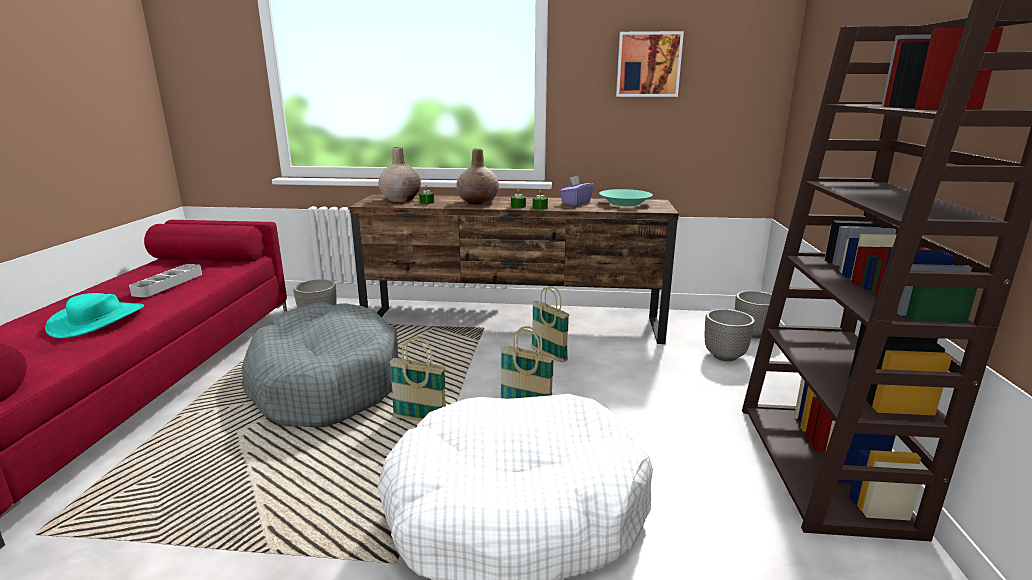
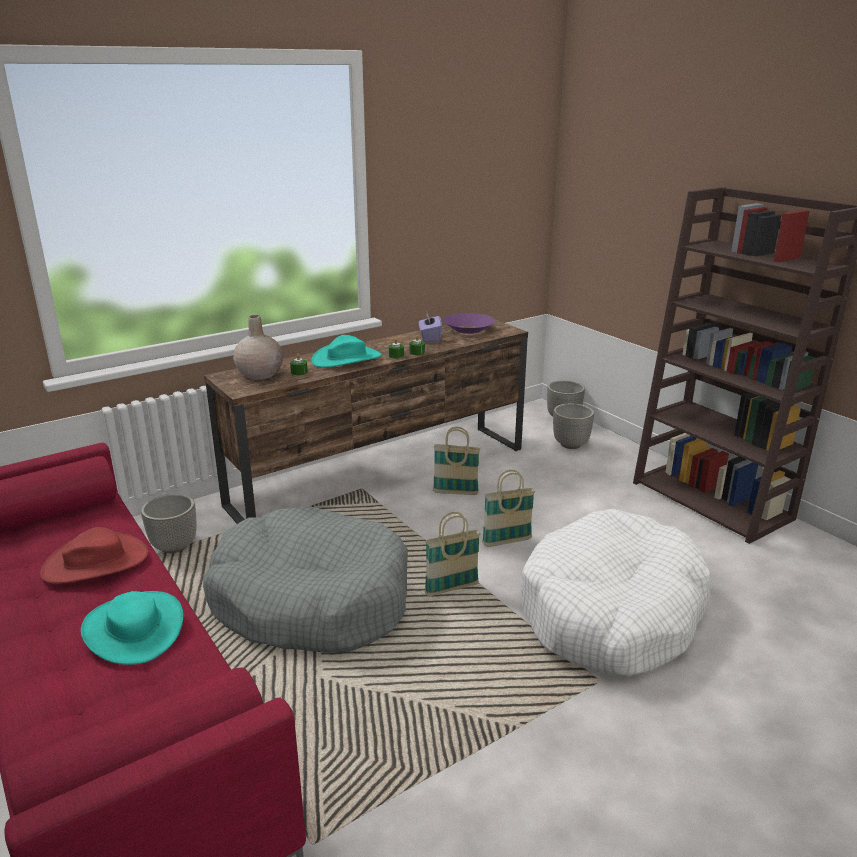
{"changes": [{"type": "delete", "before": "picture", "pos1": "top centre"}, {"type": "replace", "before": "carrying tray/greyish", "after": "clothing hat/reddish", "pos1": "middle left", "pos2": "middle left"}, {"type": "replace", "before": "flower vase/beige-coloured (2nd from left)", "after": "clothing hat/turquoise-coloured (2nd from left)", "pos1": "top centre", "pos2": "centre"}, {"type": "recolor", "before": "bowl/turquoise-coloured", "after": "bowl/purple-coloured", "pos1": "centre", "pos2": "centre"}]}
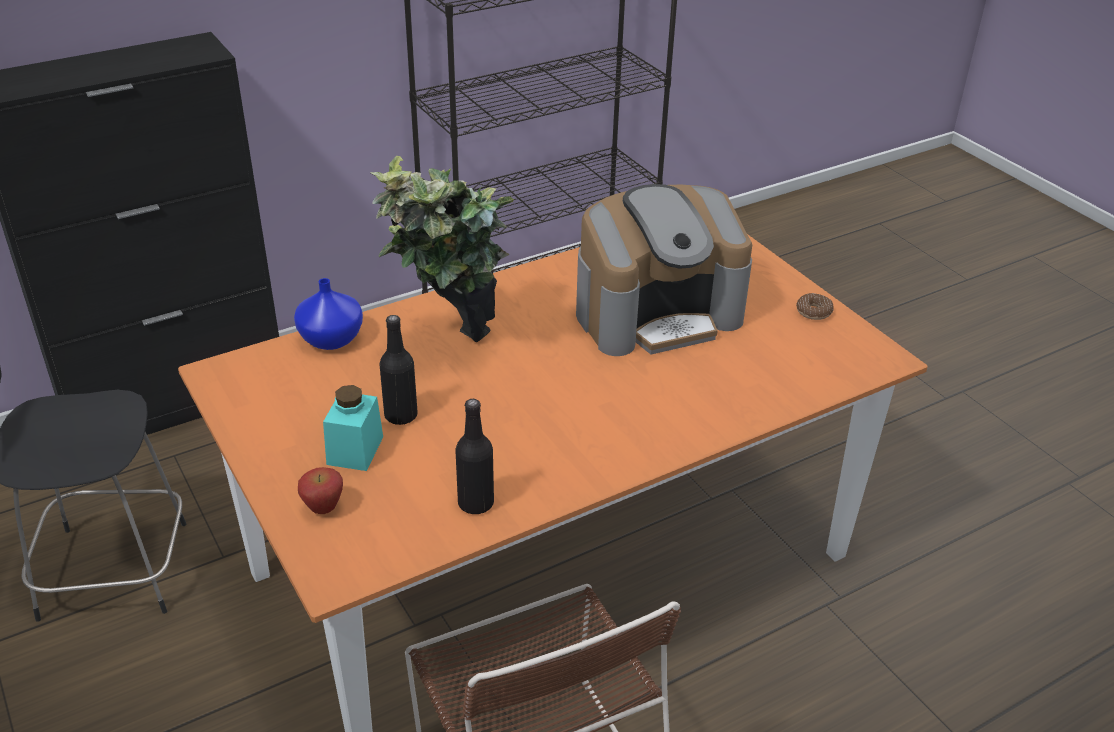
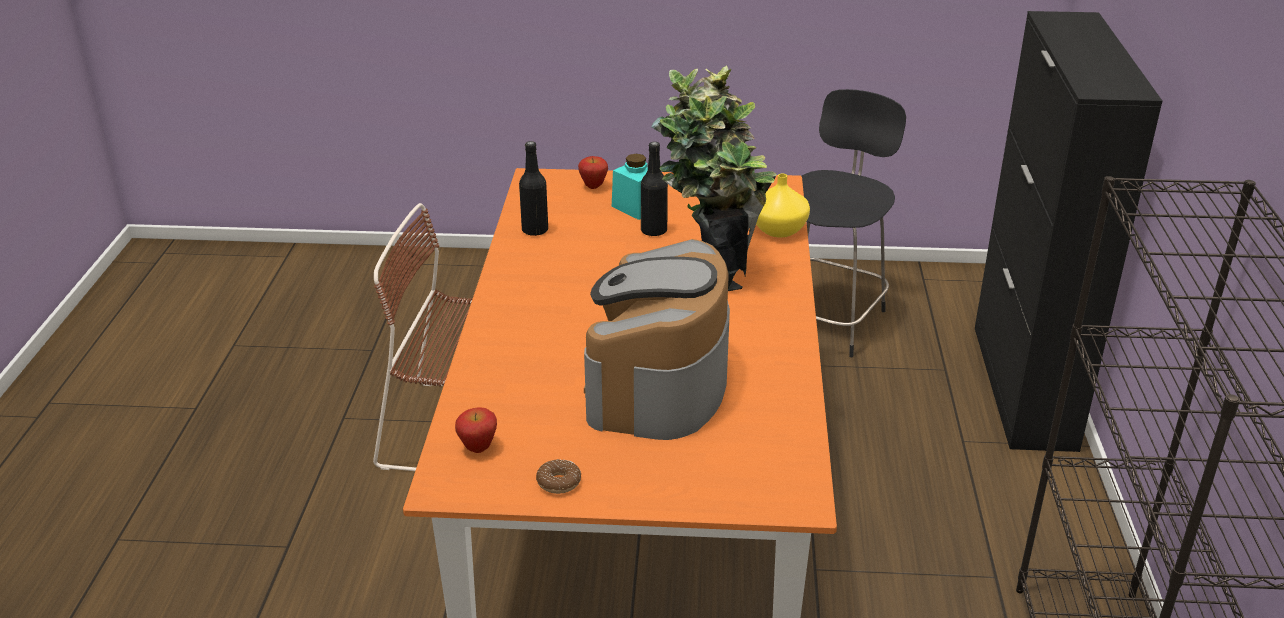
{"changes": [{"type": "insert", "after": "apple fruit (1st from left)", "pos2": "bottom centre"}, {"type": "recolor", "before": "flower vase/blue", "after": "flower vase/yellow", "pos1": "middle left", "pos2": "top centre"}]}
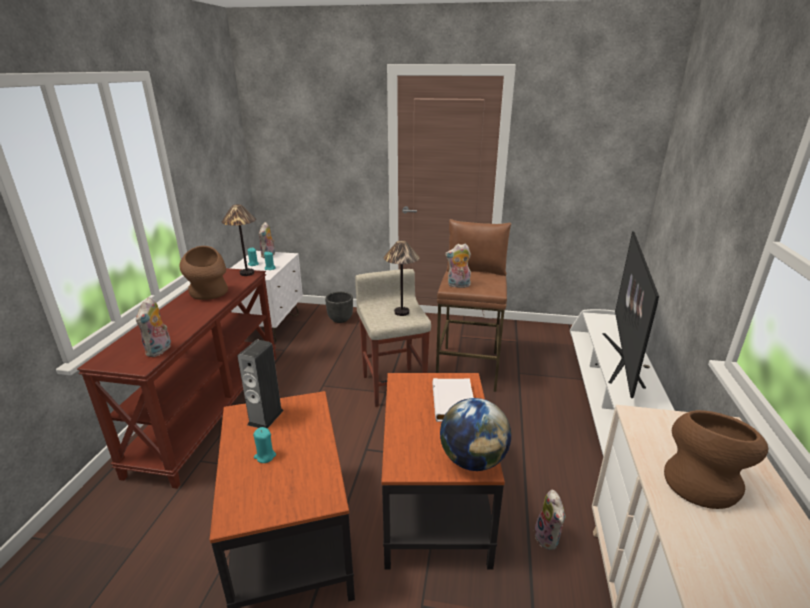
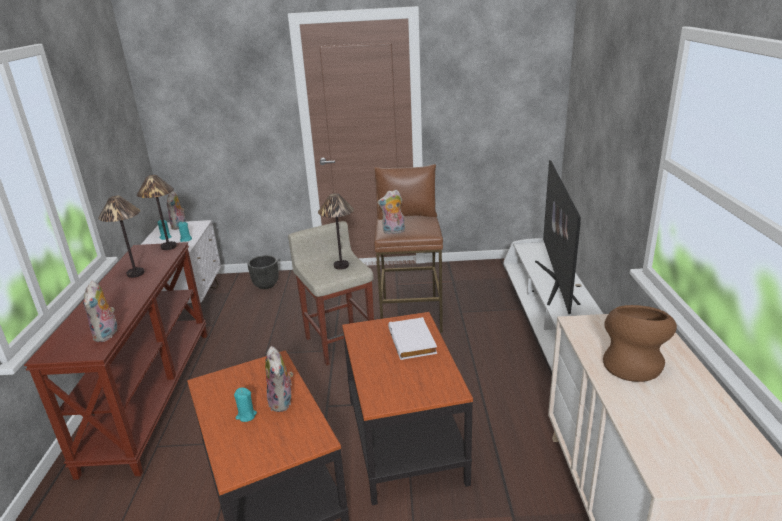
{"changes": [{"type": "delete", "before": "audio speaker", "pos1": "middle left"}, {"type": "delete", "before": "globe", "pos1": "bottom centre"}, {"type": "move", "before": "soft toy (4th from left in the first image)", "after": "soft toy (3rd from left)", "pos1": "bottom right", "pos2": "bottom centre"}, {"type": "replace", "before": "flower vase/brown (1st from left)", "after": "lamp for a table (1st from left)", "pos1": "middle left", "pos2": "middle left"}]}
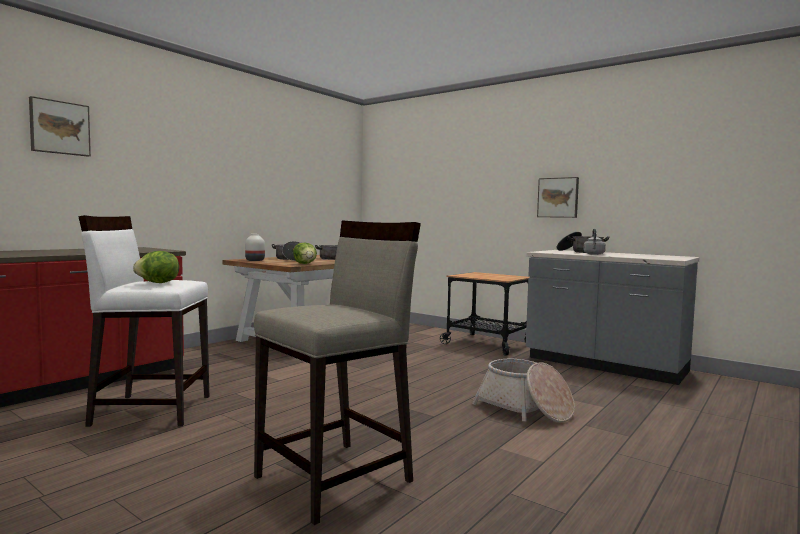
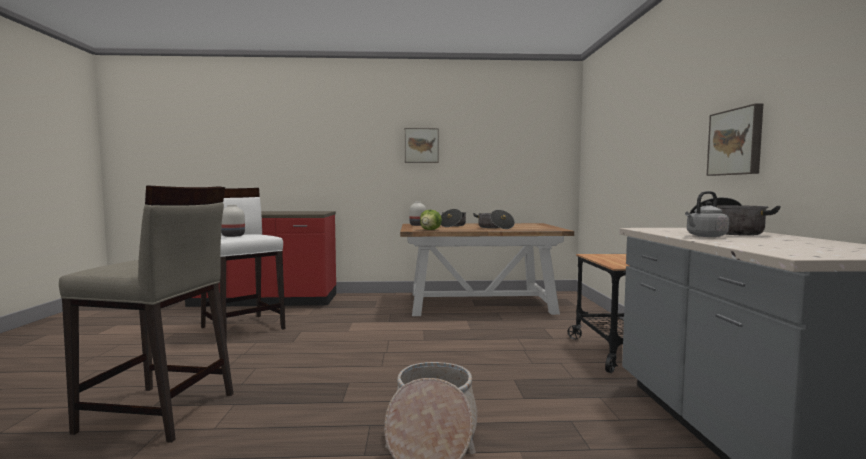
{"changes": [{"type": "move", "before": "picture (1st from left)", "pos1": "top left", "pos2": "top centre"}, {"type": "replace", "before": "lettuce (1st from left)", "after": "flower vase/white (1st from left)", "pos1": "middle left", "pos2": "middle left"}]}
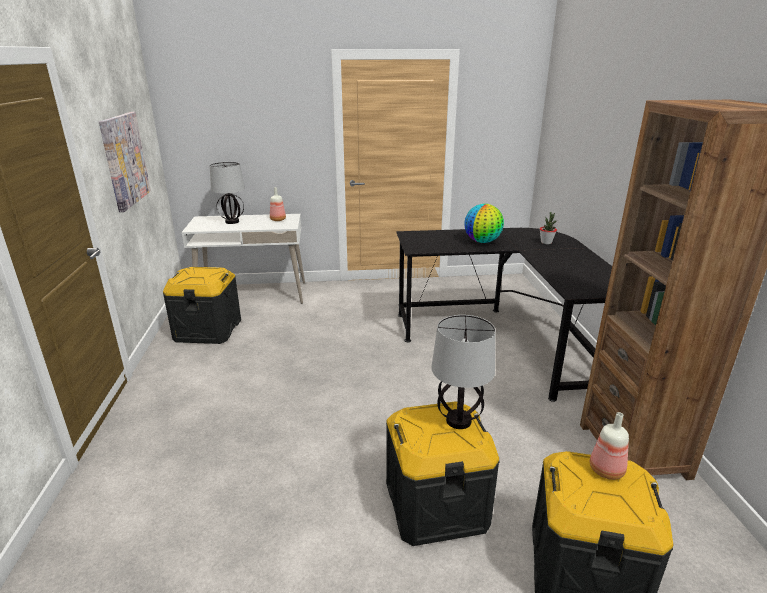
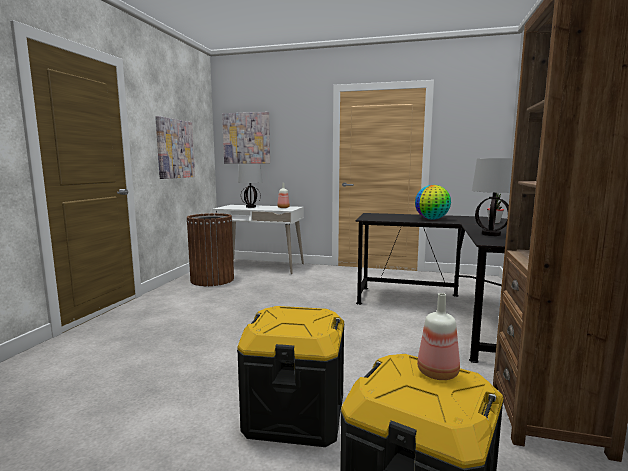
{"changes": [{"type": "insert", "after": "picture (2nd from left)", "pos2": "top centre"}, {"type": "move", "before": "lamp for a table (2nd from left)", "pos1": "centre", "pos2": "middle right"}, {"type": "replace", "before": "storage bin/black-coloured (1st from left)", "after": "trash can/brown", "pos1": "middle left", "pos2": "centre"}]}
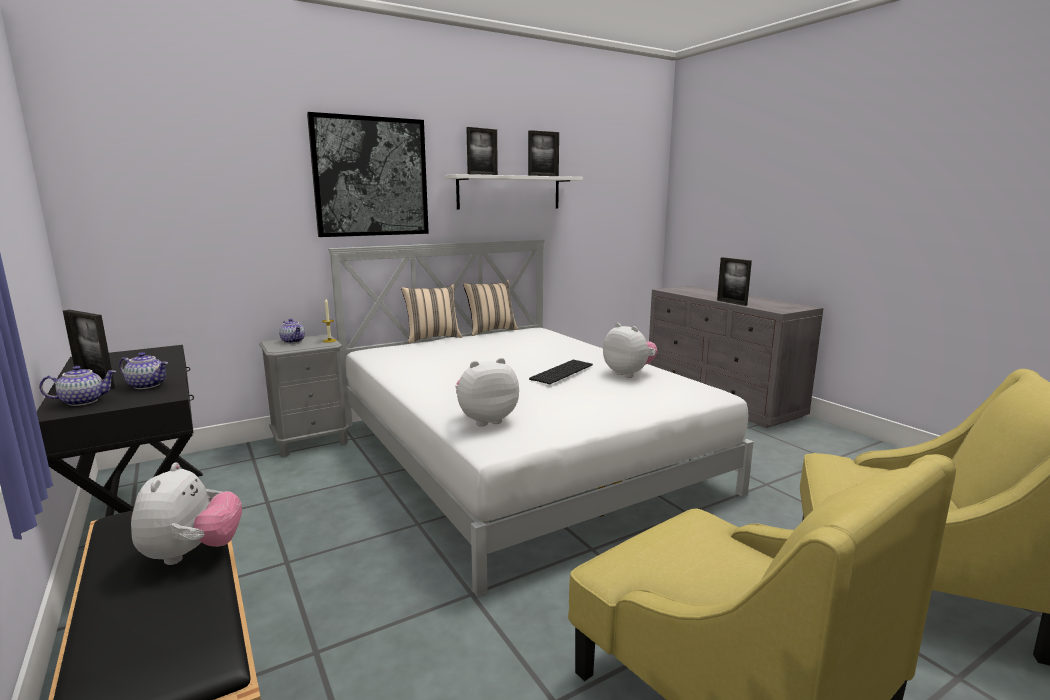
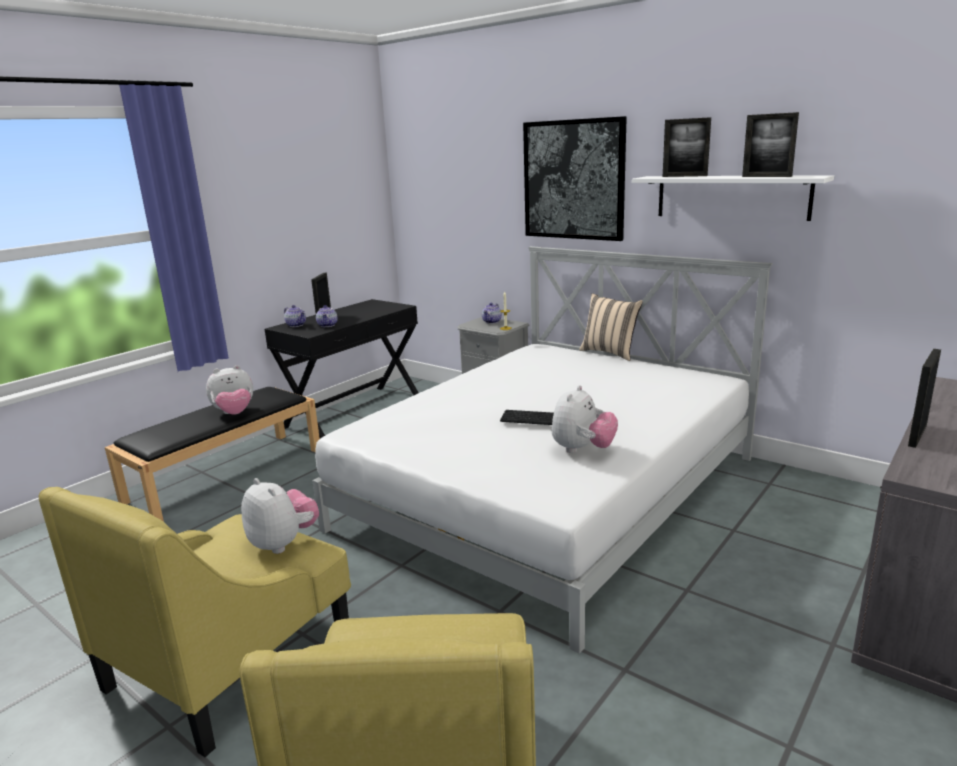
{"changes": [{"type": "delete", "before": "pillow/beige-coloured (2nd from left)", "pos1": "centre"}, {"type": "move", "before": "soft toy (2nd from left)", "pos1": "centre", "pos2": "bottom left"}]}
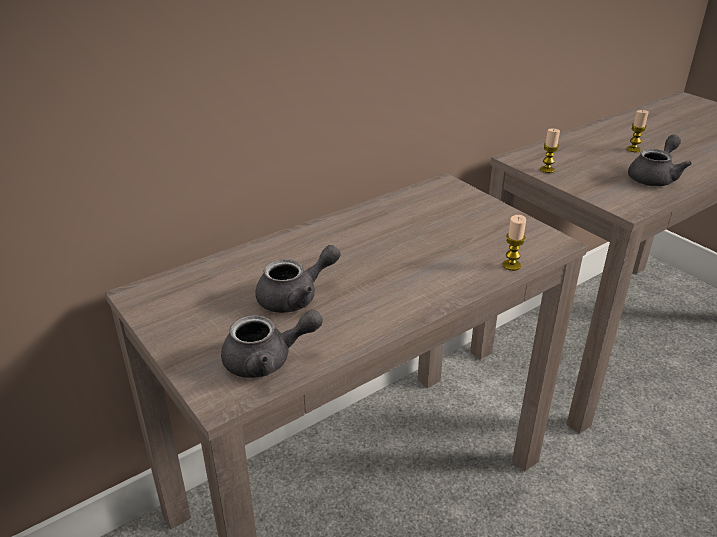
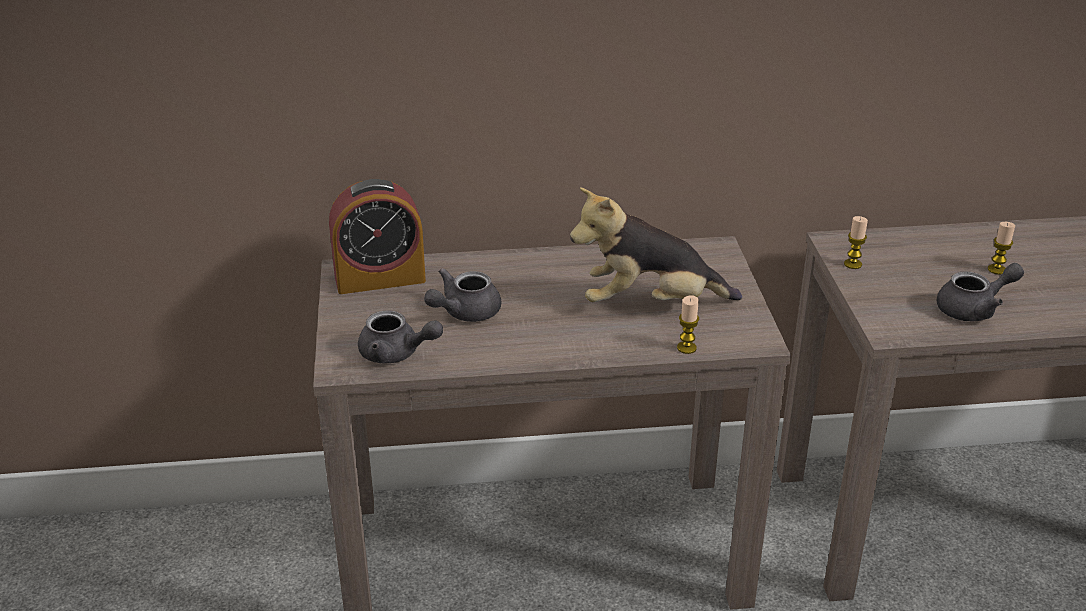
{"changes": [{"type": "insert", "after": "bedside clock", "pos2": "centre"}, {"type": "insert", "after": "soft toy", "pos2": "centre"}, {"type": "rotate", "before": "tea pot/greyish (2nd from left)", "pos1": "centre", "pos2": "centre", "turn": 135}]}
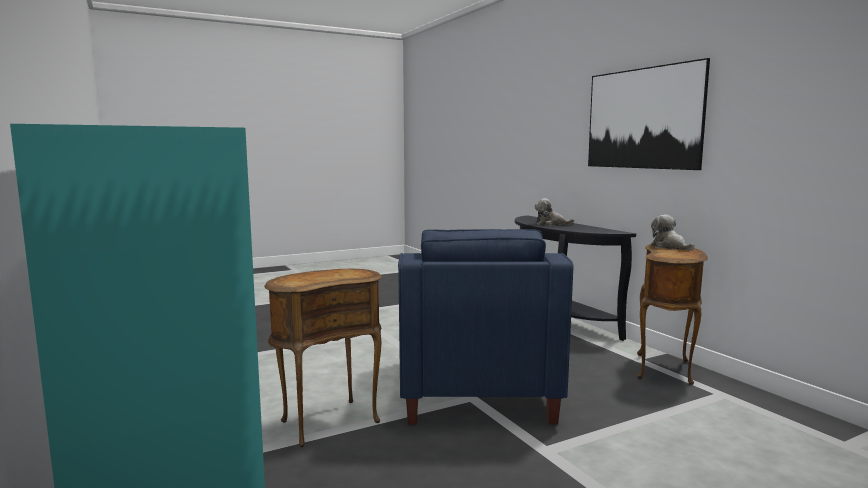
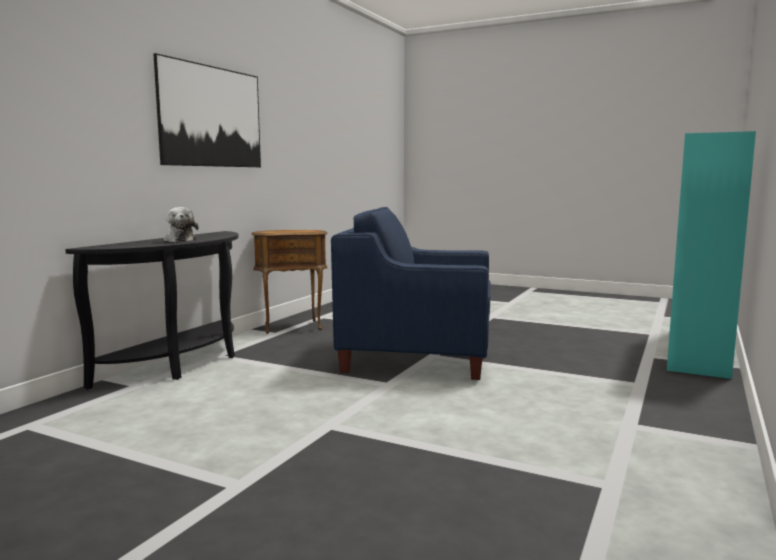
{"changes": [{"type": "delete", "before": "side table/brown (1st from left)", "pos1": "bottom centre"}, {"type": "delete", "before": "soft toy (2nd from left)", "pos1": "middle right"}, {"type": "rotate", "before": "easy chair/blue", "pos1": "bottom centre", "pos2": "centre", "turn": -135}]}
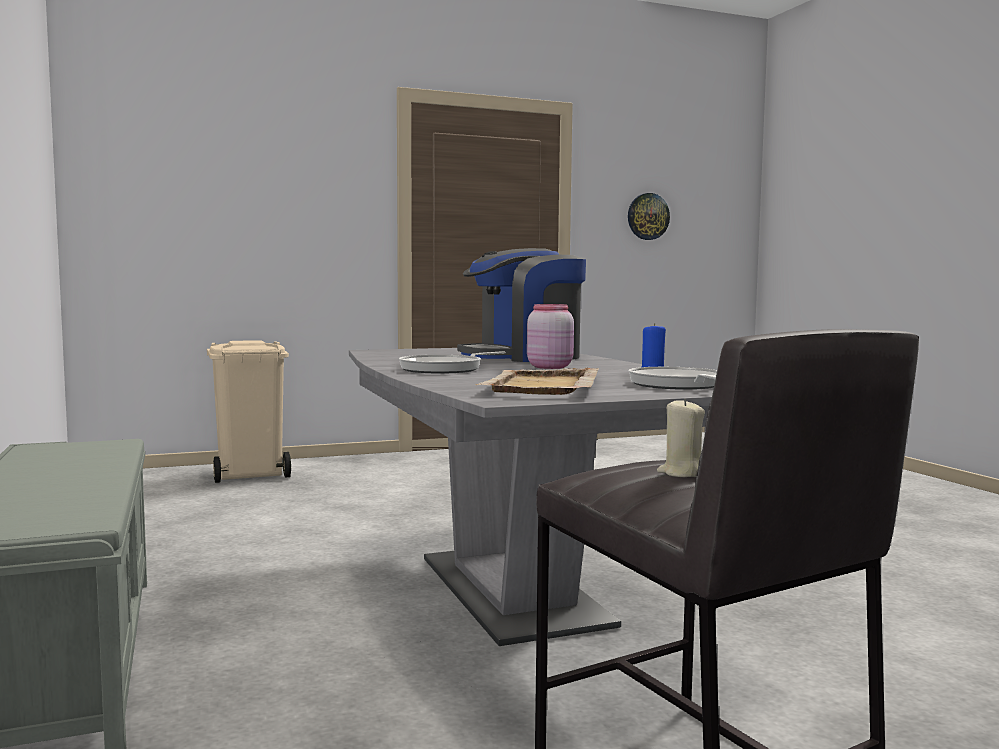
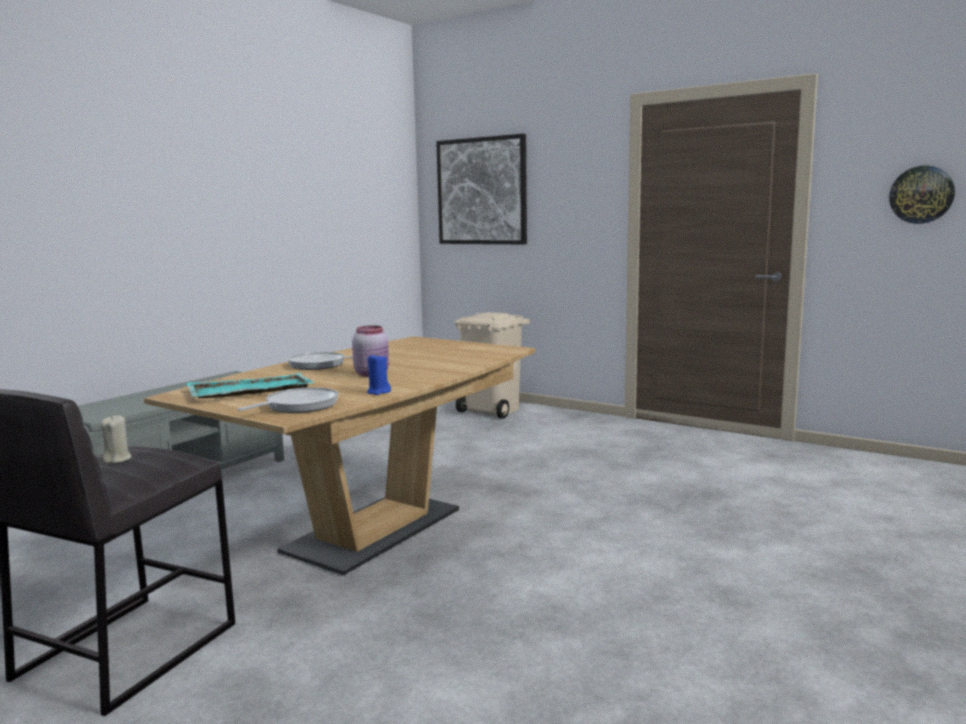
{"changes": [{"type": "delete", "before": "coffee maker", "pos1": "centre"}, {"type": "insert", "after": "picture", "pos2": "top centre"}, {"type": "recolor", "before": "kitchen table/greyish", "after": "kitchen table/brown", "pos1": "centre", "pos2": "centre"}, {"type": "recolor", "before": "carrying tray/beige-coloured", "after": "carrying tray/turquoise-coloured", "pos1": "centre", "pos2": "middle left"}]}
